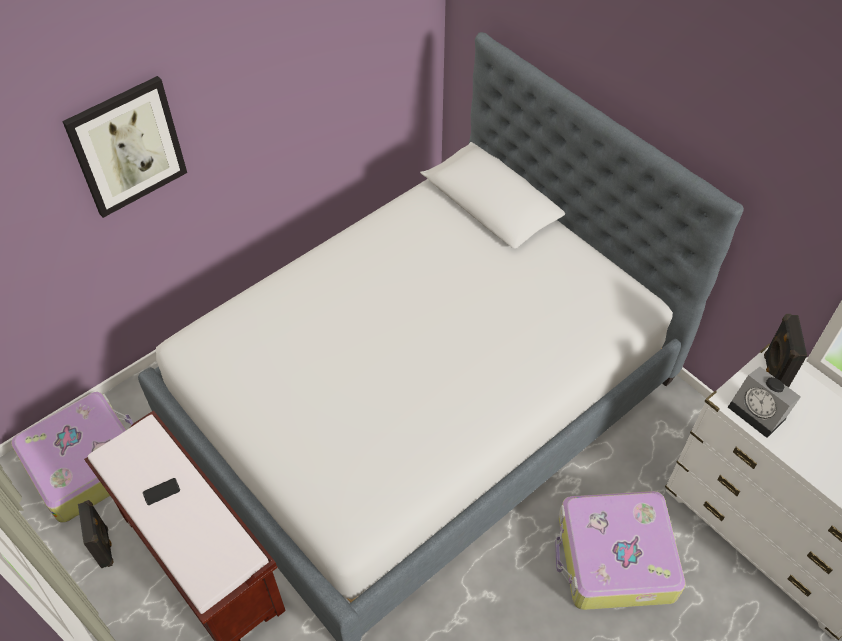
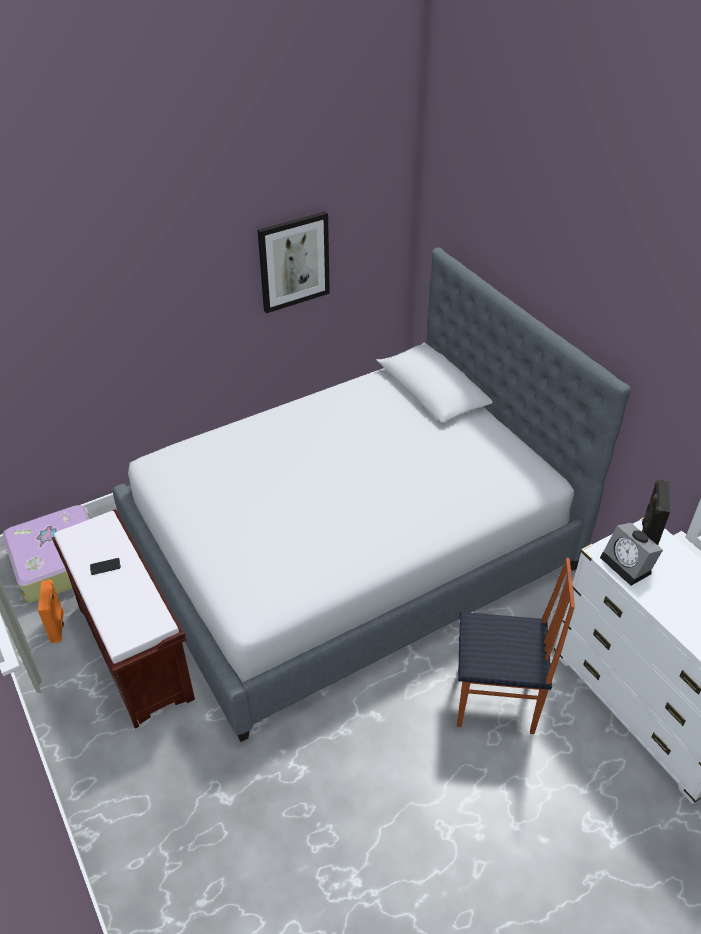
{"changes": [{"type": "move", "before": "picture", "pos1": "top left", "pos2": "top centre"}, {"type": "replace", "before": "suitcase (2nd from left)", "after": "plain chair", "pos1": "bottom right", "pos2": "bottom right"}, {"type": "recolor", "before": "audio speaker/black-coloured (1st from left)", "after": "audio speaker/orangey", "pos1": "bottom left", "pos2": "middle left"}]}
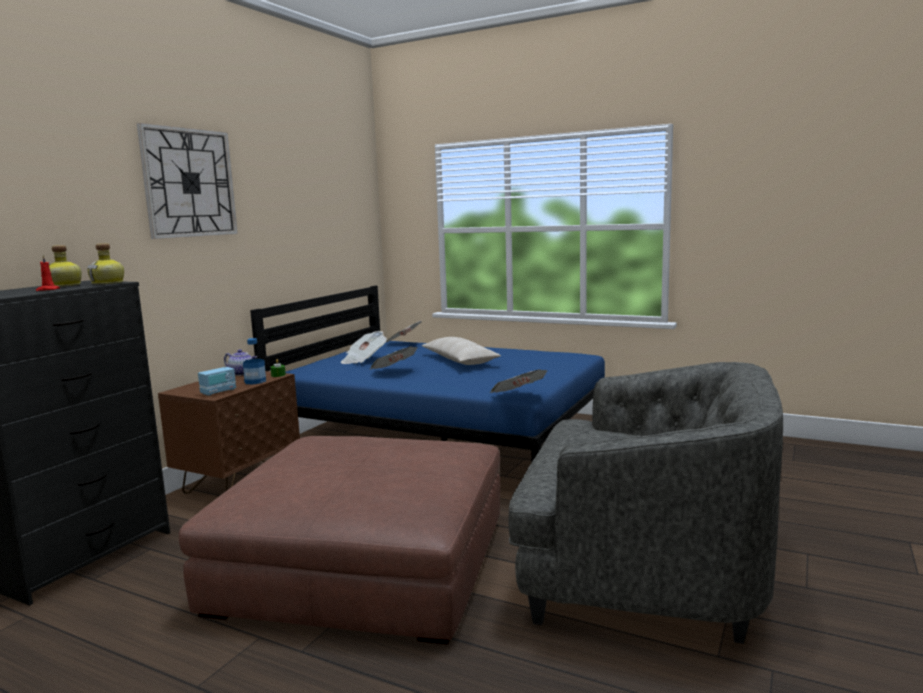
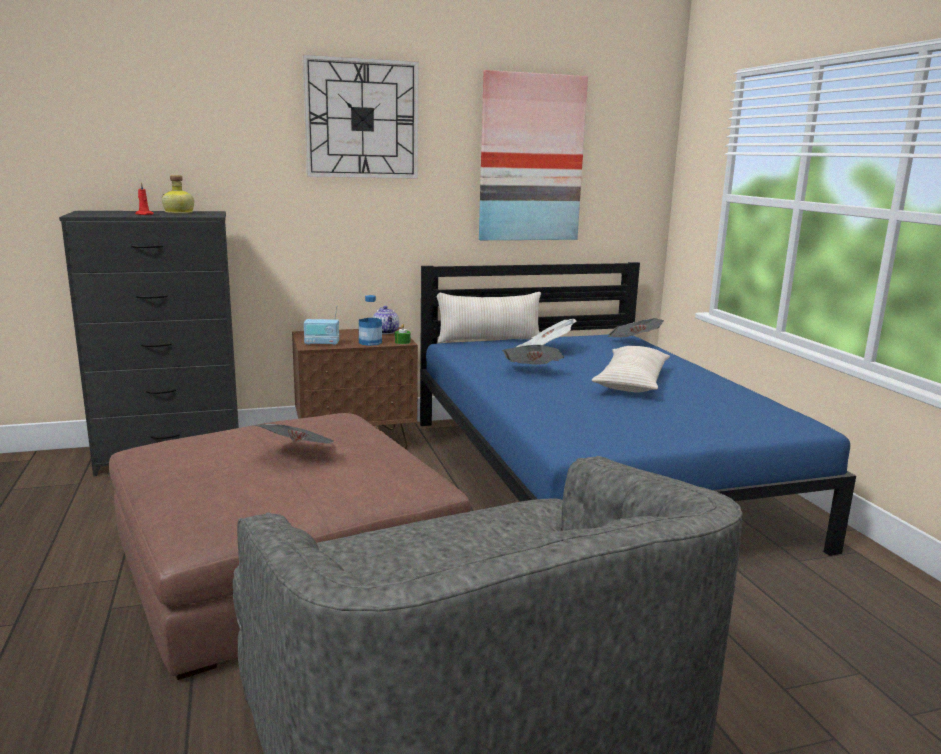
{"changes": [{"type": "delete", "before": "beverage bottle (2nd from left)", "pos1": "middle left"}, {"type": "insert", "after": "pillow/beige-coloured (1st from left)", "pos2": "centre"}, {"type": "insert", "after": "picture", "pos2": "top centre"}, {"type": "move", "before": "printed paper (4th from left in the first image)", "after": "printed paper (1st from left)", "pos1": "centre", "pos2": "middle left"}]}
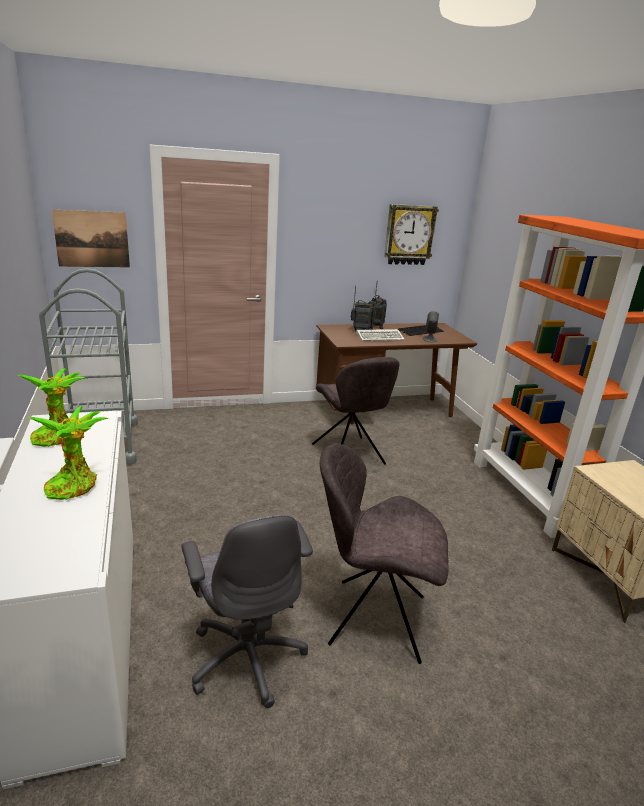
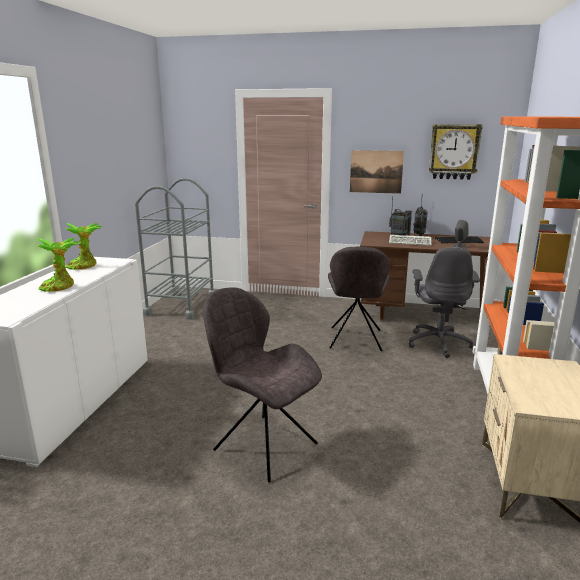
{"changes": [{"type": "move", "before": "picture", "pos1": "top left", "pos2": "top centre"}, {"type": "move", "before": "desk chair/greyish", "pos1": "bottom centre", "pos2": "middle right"}]}
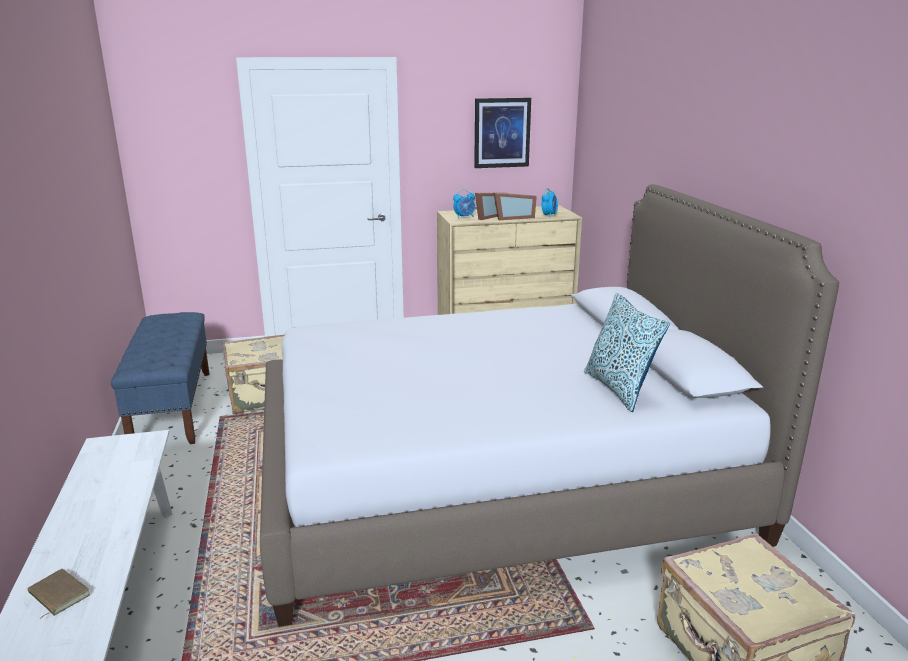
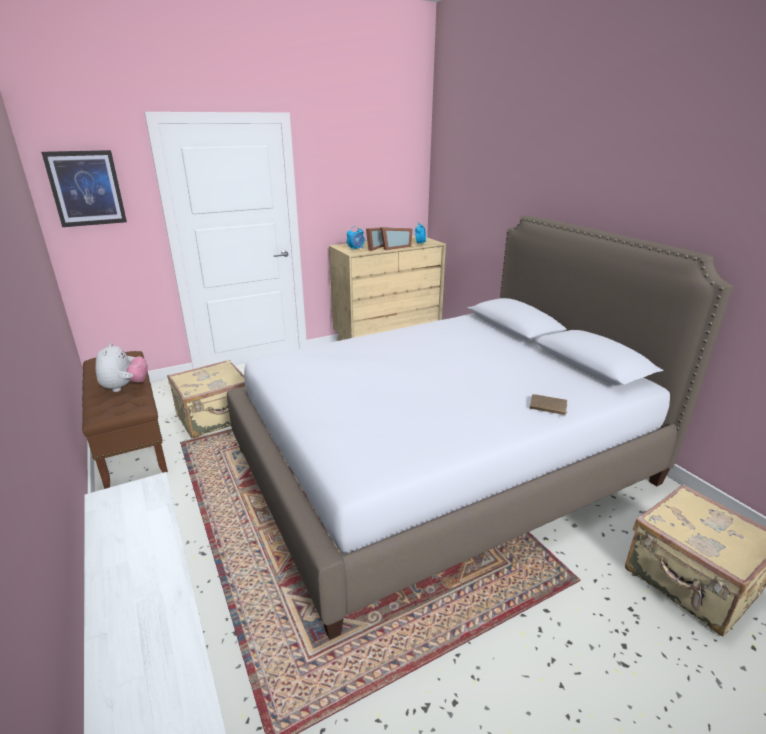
{"changes": [{"type": "delete", "before": "pillow", "pos1": "middle right"}, {"type": "insert", "after": "soft toy", "pos2": "middle left"}, {"type": "move", "before": "bound book/brown", "pos1": "bottom left", "pos2": "middle right"}, {"type": "move", "before": "picture", "pos1": "top centre", "pos2": "top left"}, {"type": "recolor", "before": "bench/blue", "after": "bench/brown", "pos1": "middle left", "pos2": "middle left"}]}
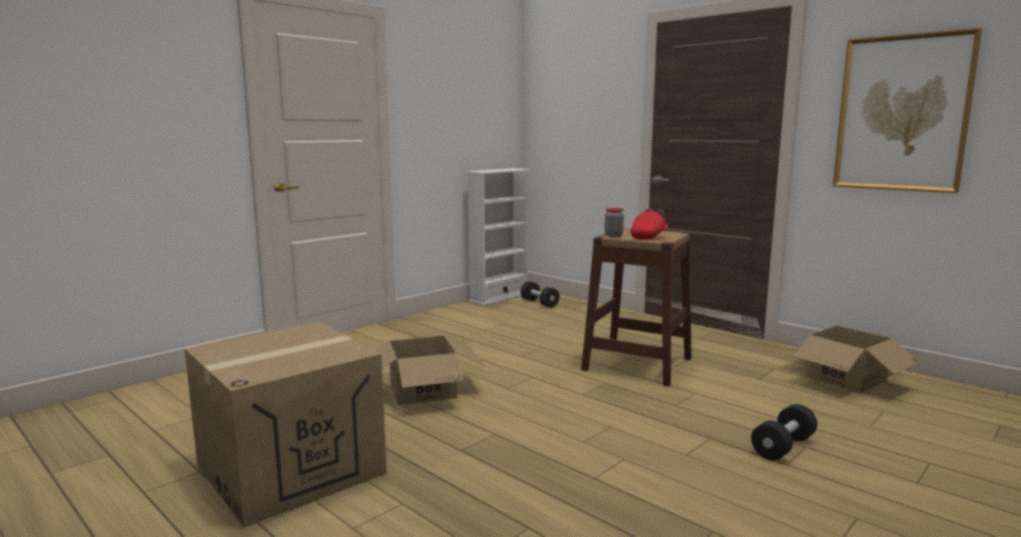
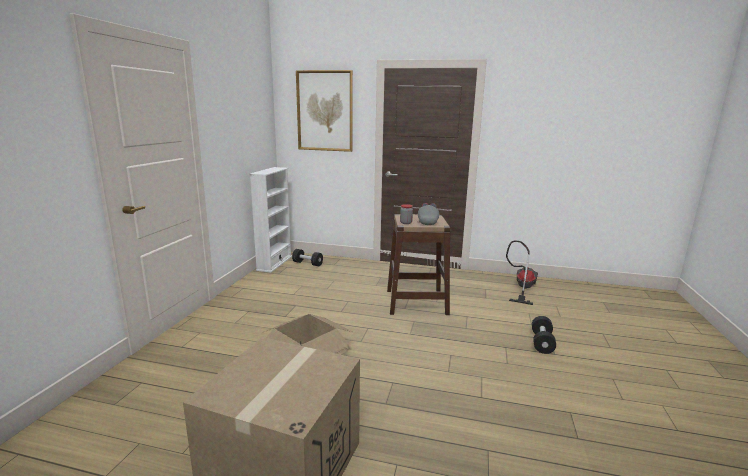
{"changes": [{"type": "move", "before": "picture", "pos1": "top right", "pos2": "top centre"}, {"type": "replace", "before": "carton (3rd from left)", "after": "vacuum", "pos1": "bottom right", "pos2": "middle right"}, {"type": "recolor", "before": "peaked cap/reddish", "after": "peaked cap/greyish", "pos1": "centre", "pos2": "centre"}]}
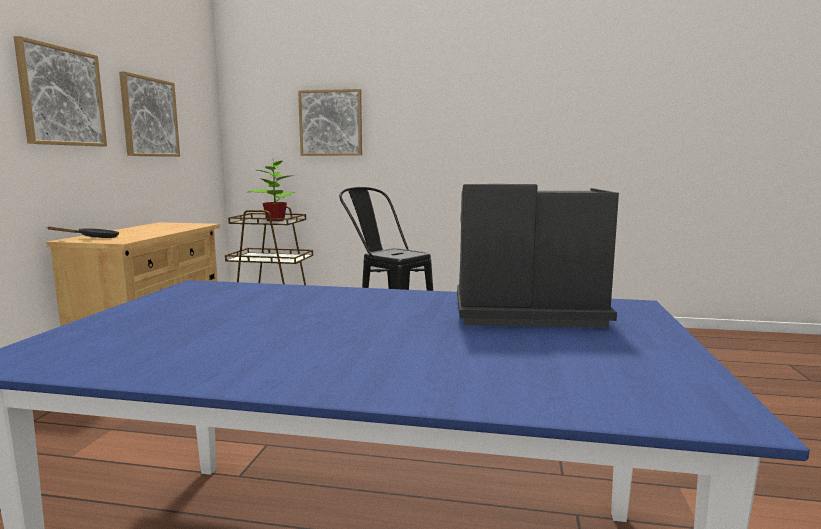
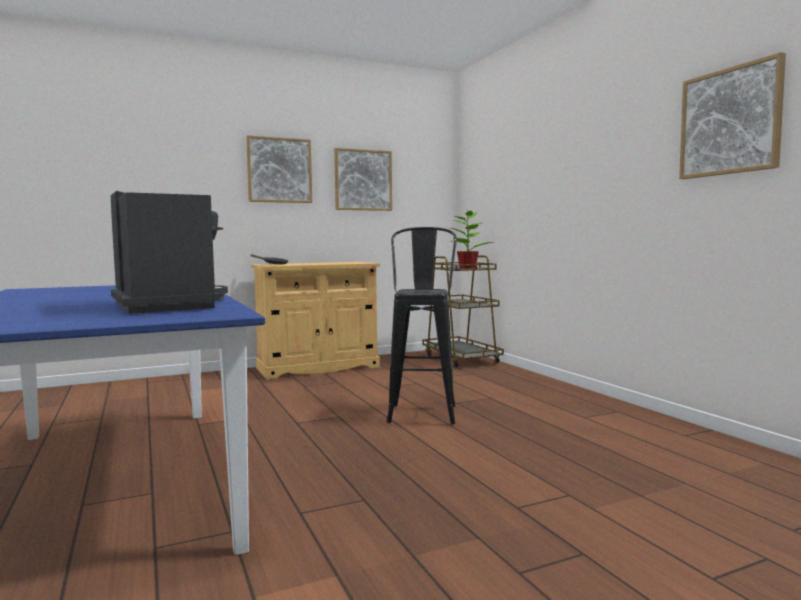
{"changes": [{"type": "move", "before": "picture (3rd from left)", "pos1": "top centre", "pos2": "top right"}]}
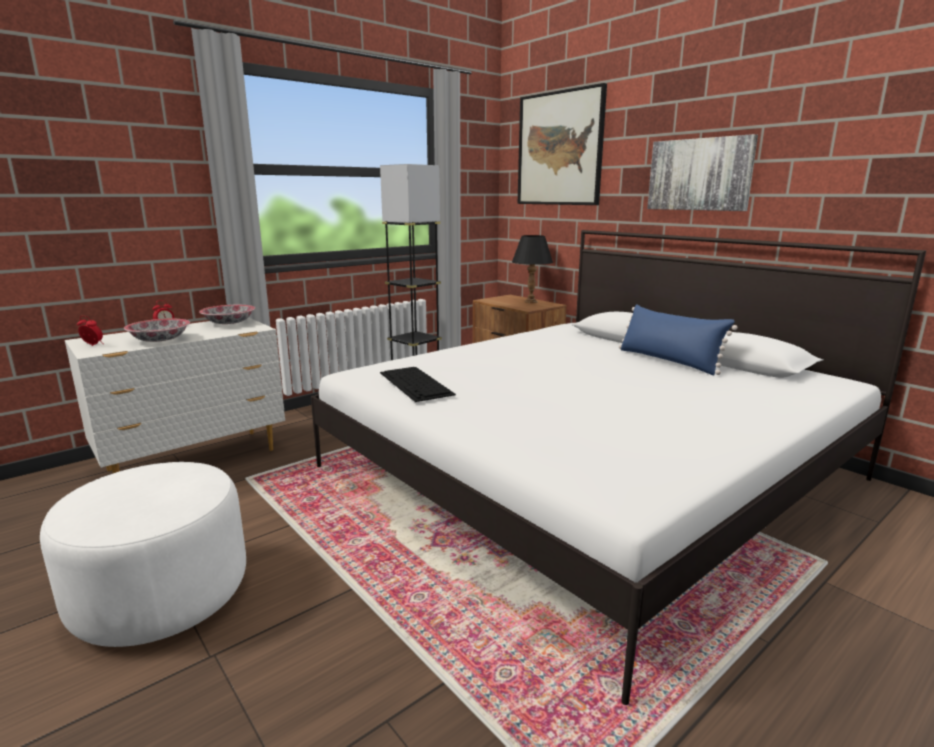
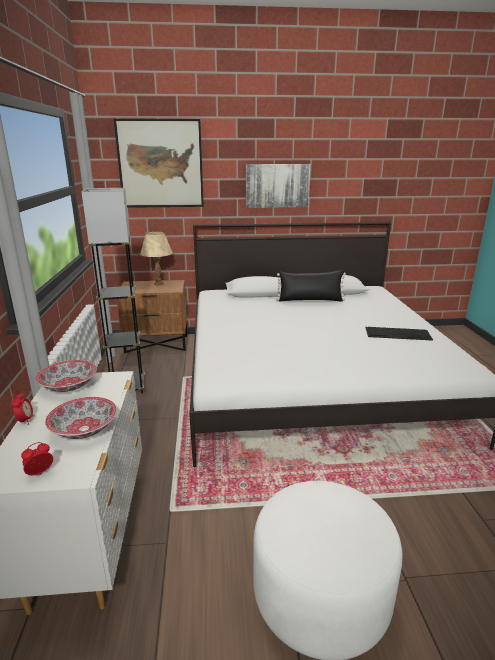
{"changes": [{"type": "move", "before": "PC keyboard", "pos1": "centre", "pos2": "middle right"}, {"type": "recolor", "before": "lamp for a table/black-coloured", "after": "lamp for a table/beige-coloured", "pos1": "centre", "pos2": "middle left"}, {"type": "recolor", "before": "pillow/blue", "after": "pillow/black-coloured", "pos1": "middle right", "pos2": "centre"}]}
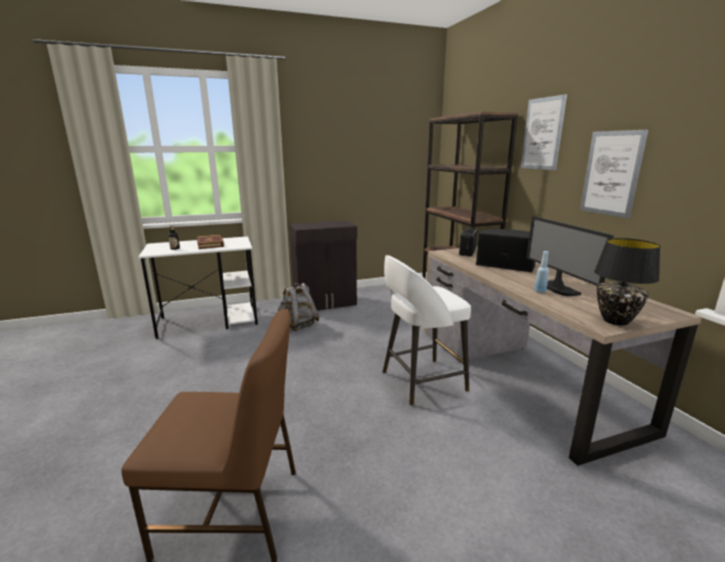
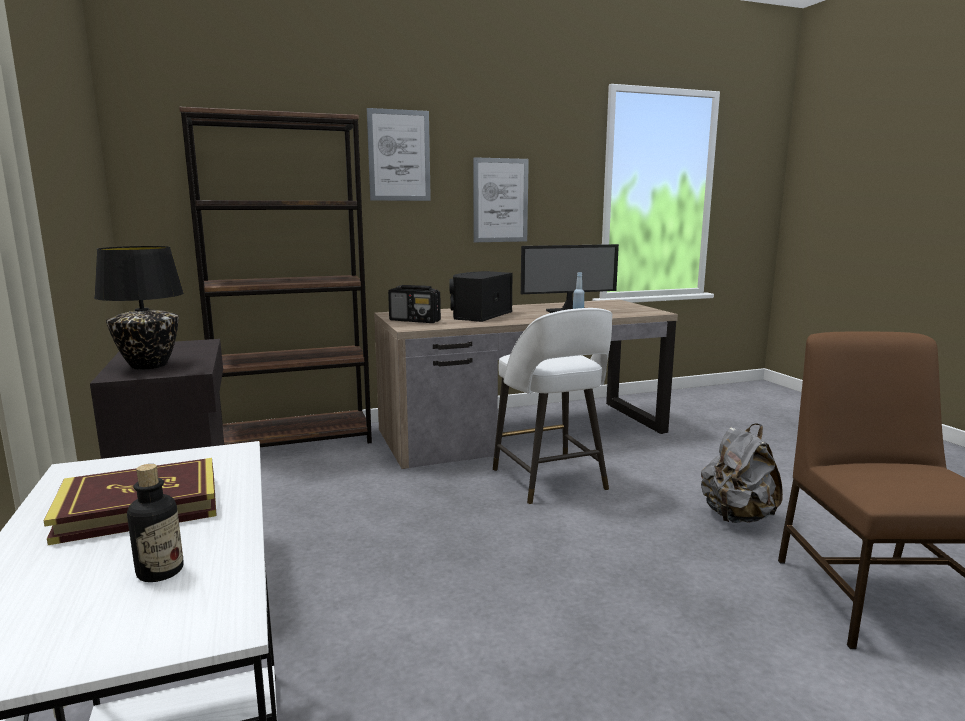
{"changes": [{"type": "move", "before": "rucksack/greyish", "pos1": "centre", "pos2": "middle right"}, {"type": "move", "before": "lamp for a table/black-coloured", "pos1": "middle right", "pos2": "middle left"}]}
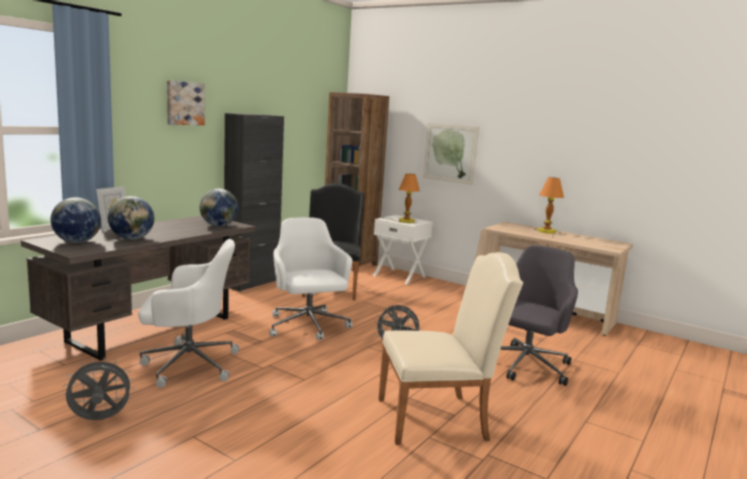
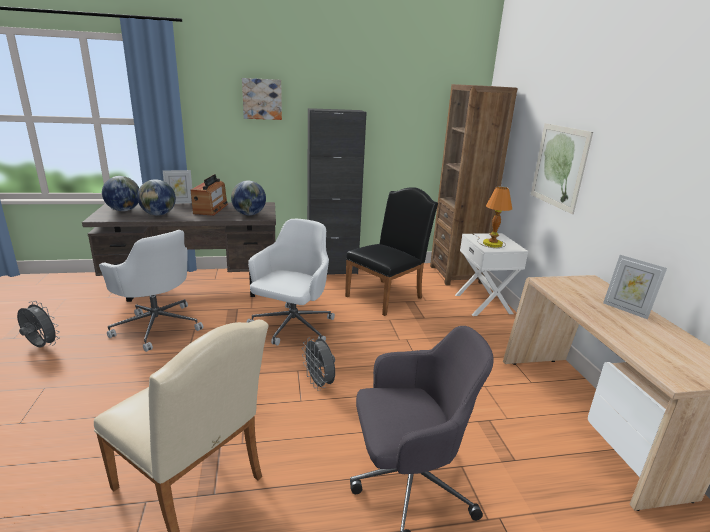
{"changes": [{"type": "insert", "after": "radio receiver", "pos2": "middle left"}, {"type": "replace", "before": "lamp for a table (2nd from left)", "after": "standing frame (2nd from left)", "pos1": "middle right", "pos2": "middle right"}]}
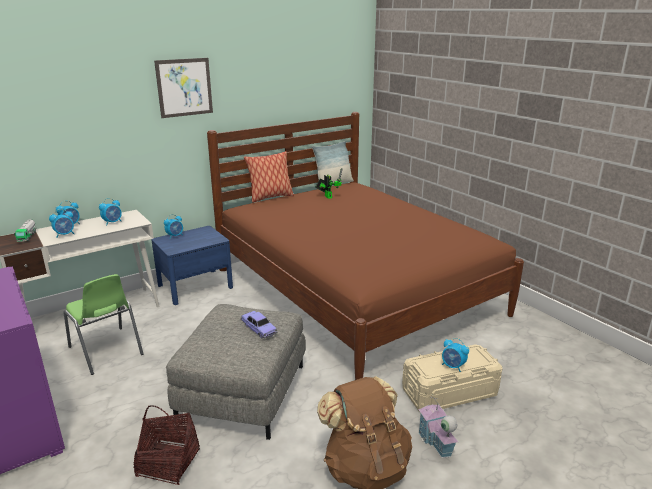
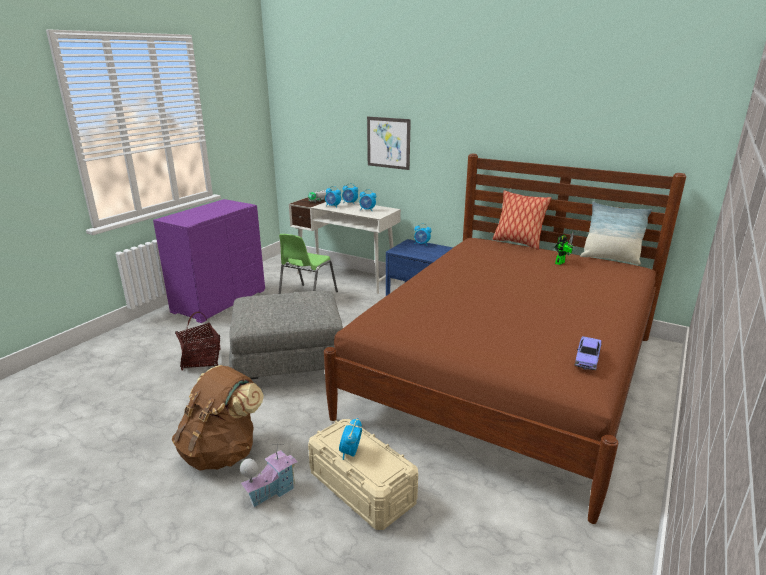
{"changes": [{"type": "move", "before": "picture", "pos1": "top left", "pos2": "top centre"}, {"type": "move", "before": "toy car", "pos1": "centre", "pos2": "middle right"}]}
